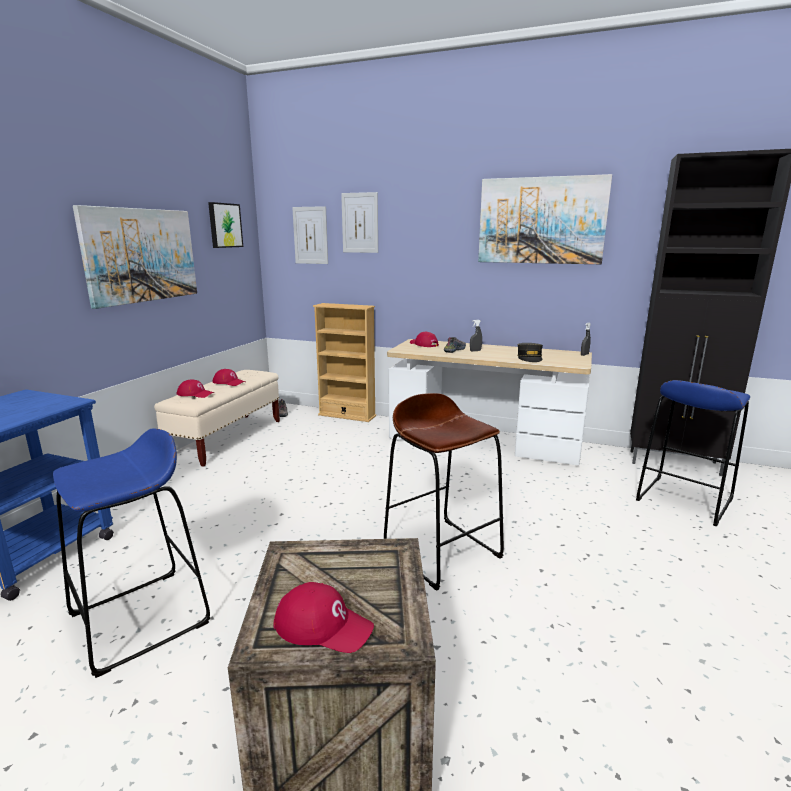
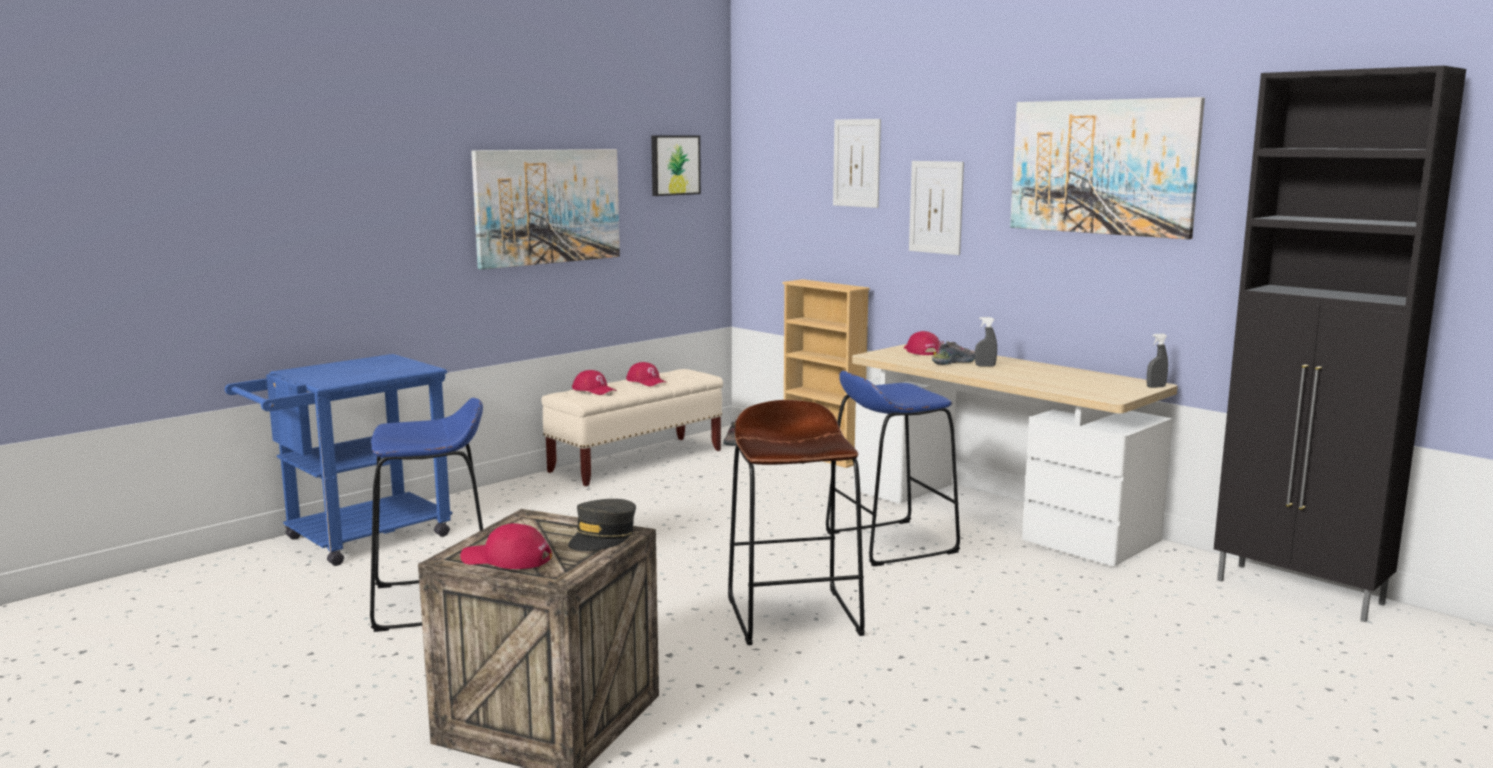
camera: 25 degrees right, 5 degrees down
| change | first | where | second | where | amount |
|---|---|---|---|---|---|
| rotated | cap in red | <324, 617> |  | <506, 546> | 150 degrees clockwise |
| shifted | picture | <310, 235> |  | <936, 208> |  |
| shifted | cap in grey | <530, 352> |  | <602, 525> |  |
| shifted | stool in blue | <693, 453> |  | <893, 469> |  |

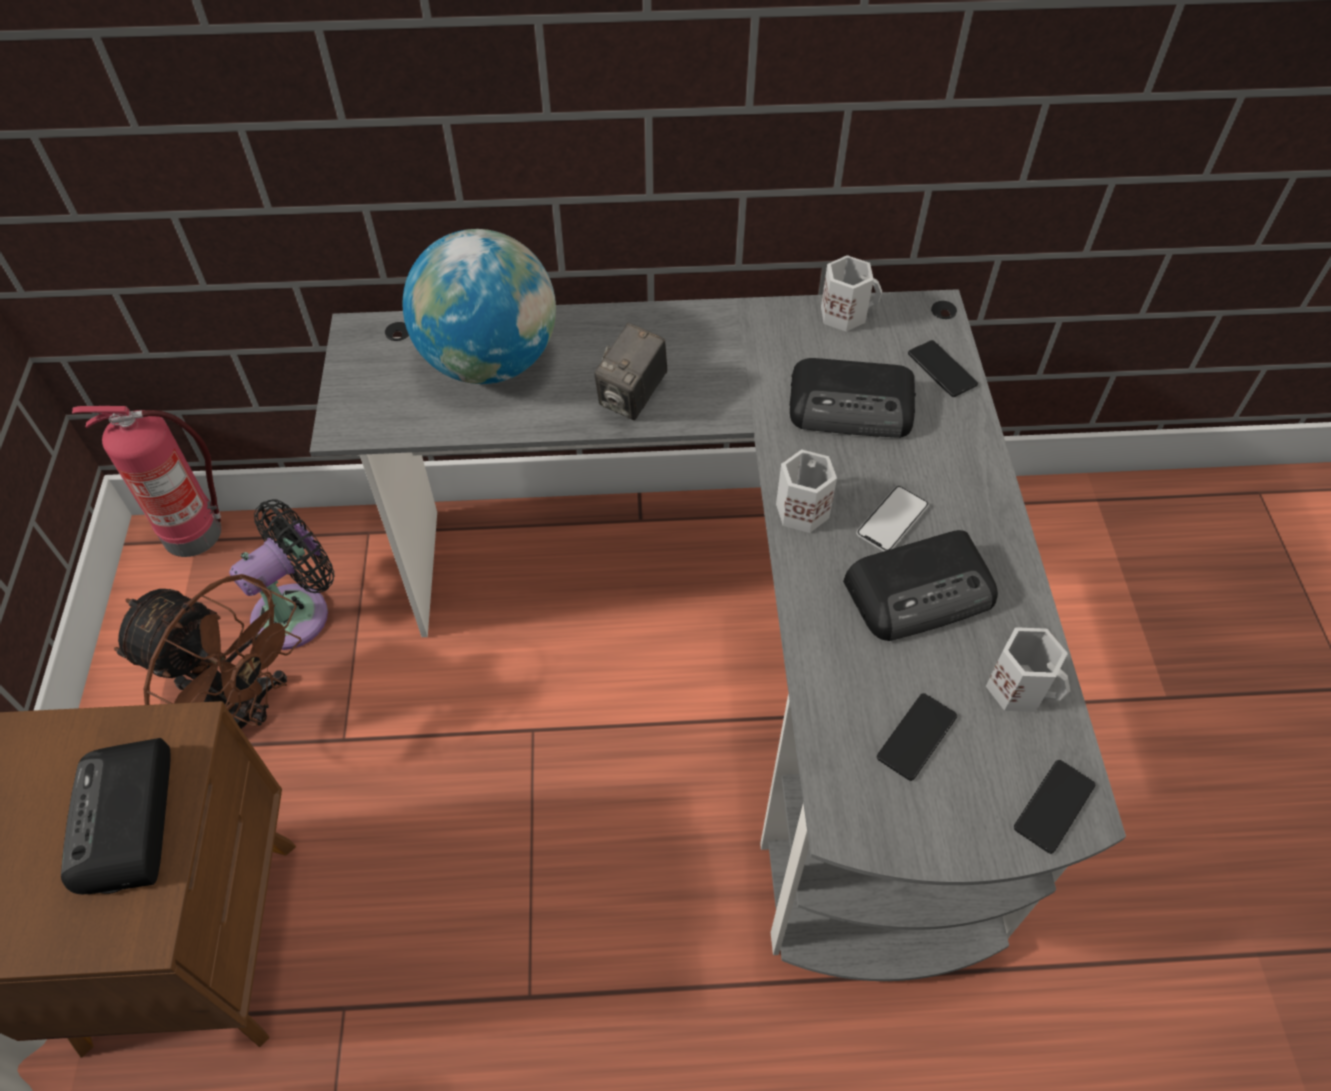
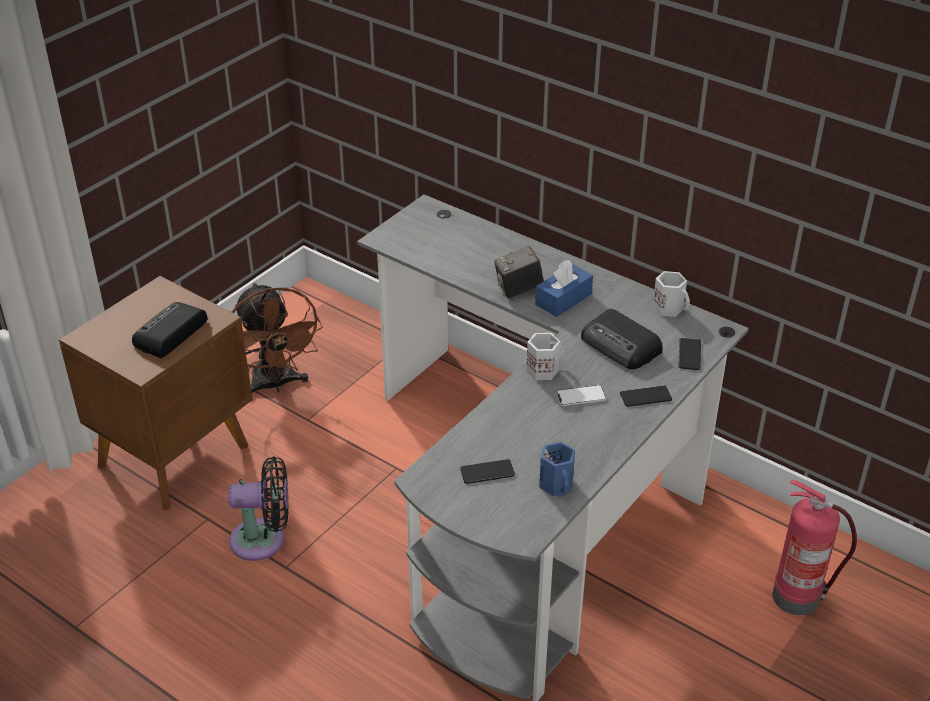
camera: 40 degrees right, 15 degrees down
| change | first | where | second | where | amount |
|---|---|---|---|---|---|
| shifted | fire extinguisher | <146, 481> |  | <814, 547> |  |
| shifted | fan in black | <281, 575> |  | <258, 508> |  |
| gone | globe | <479, 306> |  |  |  |
| gone | radio | <920, 585> |  |  |  |
| repainted | mug in white | <1028, 669> | mug in blue | <557, 469> |  |
| shifted | phone | <1054, 807> |  | <646, 396> |  |
| new |  |  | tissue box in blue | <564, 288> |  |

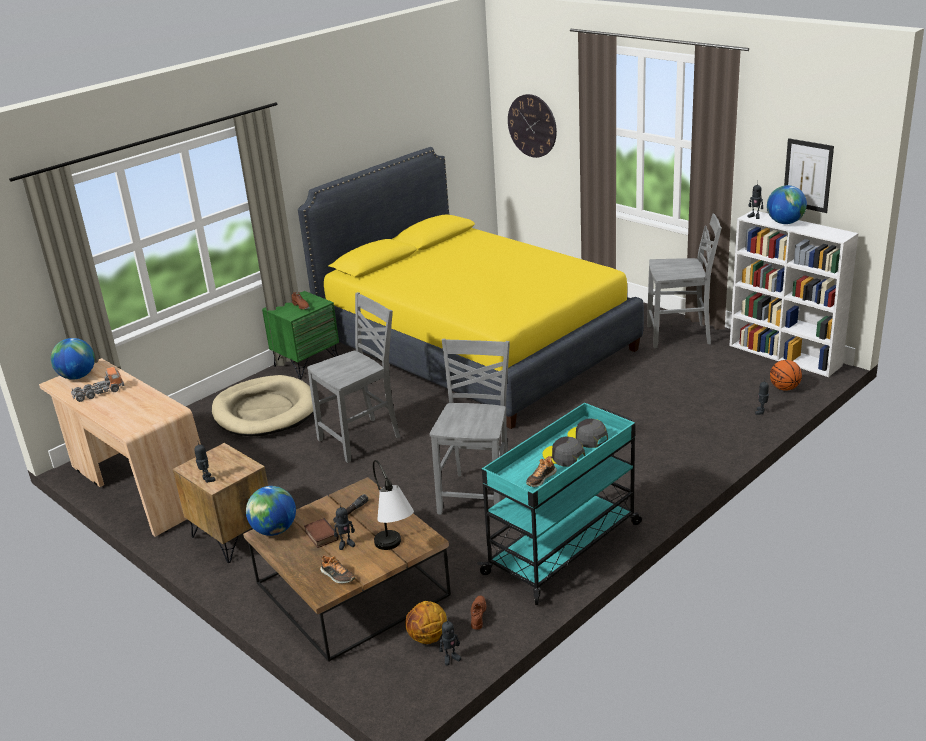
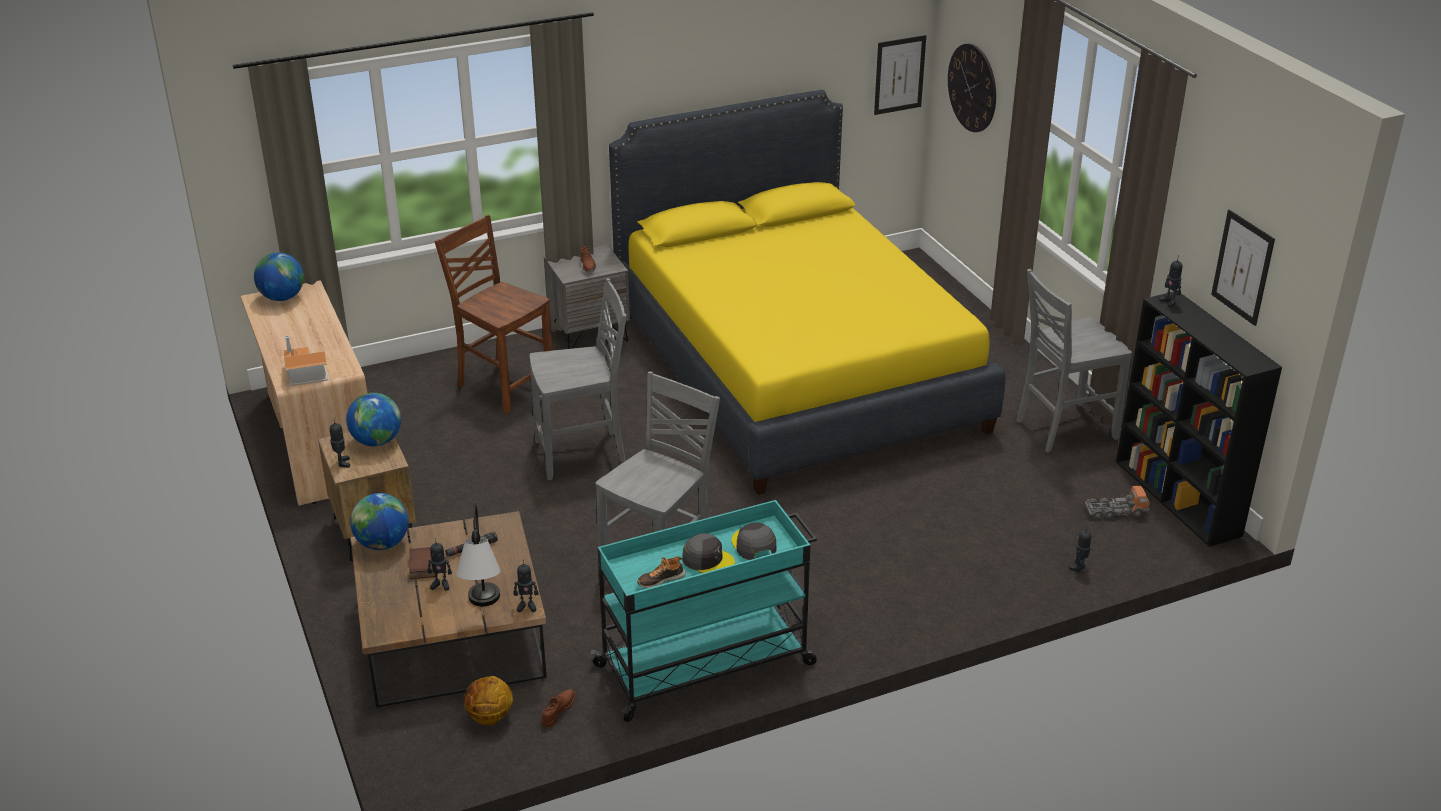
camera: 20 degrees right, 5 degrees up
| change | first | where | second | where | amount |
|---|---|---|---|---|---|
| shifted | toy truck | <97, 384> |  | <1117, 502> |  |
| swapped | dog bed in beige | <262, 405> | chair in brown | <493, 314> |  |
| repainted | nightstand in green | <300, 335> | nightstand in grey | <587, 296> |  |
| gone | shoe | <337, 569> |  |  |  |
| shifted | toy robot | <450, 643> |  | <526, 587> |  |
| rotated | cap in grey | <563, 452> |  | <708, 553> | 150 degrees clockwise |
| rotated | chair in grey | <684, 281> |  | <1074, 360> | 135 degrees clockwise |
| repainted | bookcase in white | <794, 293> | bookcase in black | <1199, 419> |  |
| shifted | globe | <787, 204> |  | <373, 419> |  |
| gone | basketball | <786, 375> |  |  |  |
| new |  |  | toy house | <306, 360> |  |
| new |  |  | picture | <900, 75> |  |

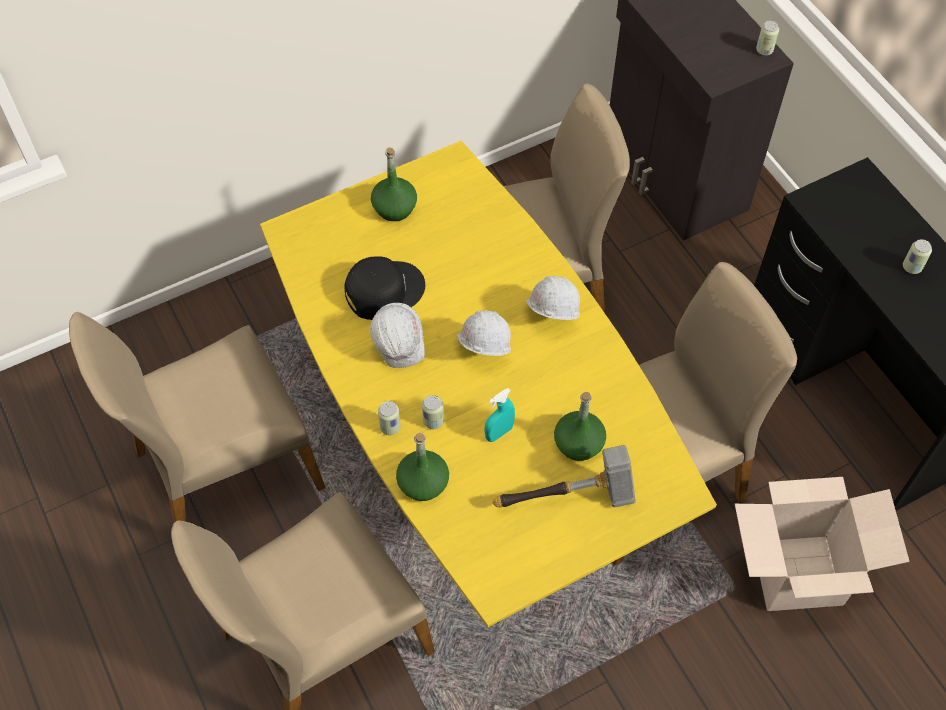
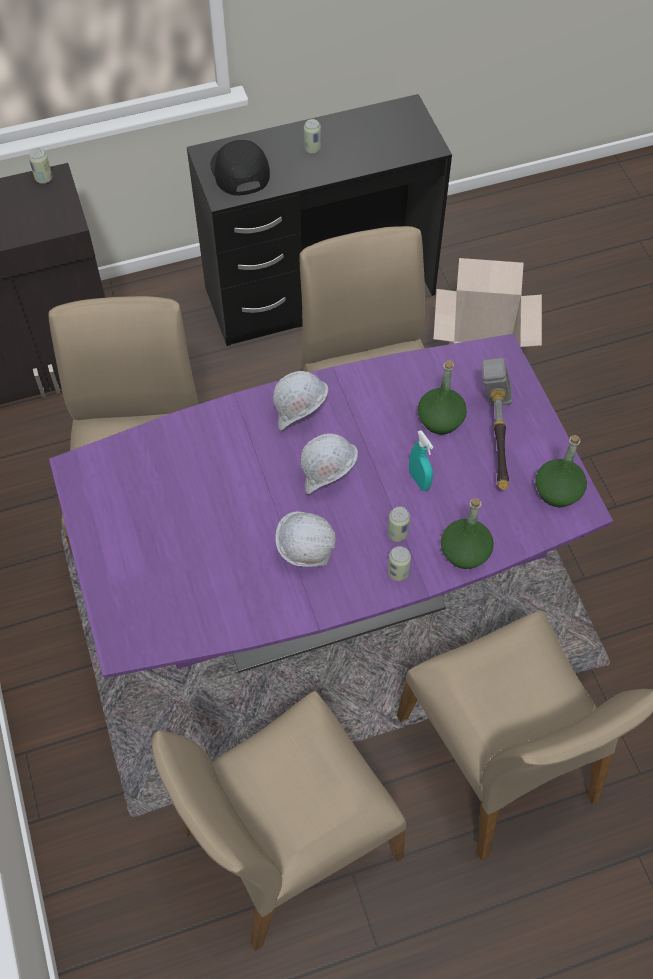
camera: 80 degrees left, 0 degrees up
| change | first | where | second | where | amount |
|---|---|---|---|---|---|
| rotated | chair in beige | <197, 417> |  | <279, 821> | 75 degrees clockwise |
| repainted | dining table in yellow | <488, 384> | dining table in purple | <331, 506> |  |
| shifted | cap in black | <384, 288> |  | <240, 167> |  |
| shifted | bottle in green | <394, 184> |  | <561, 471> |  |

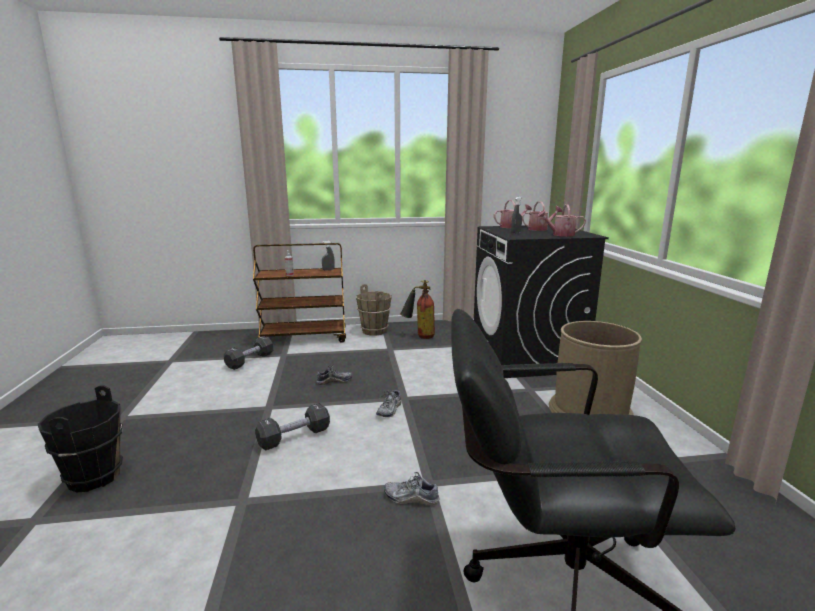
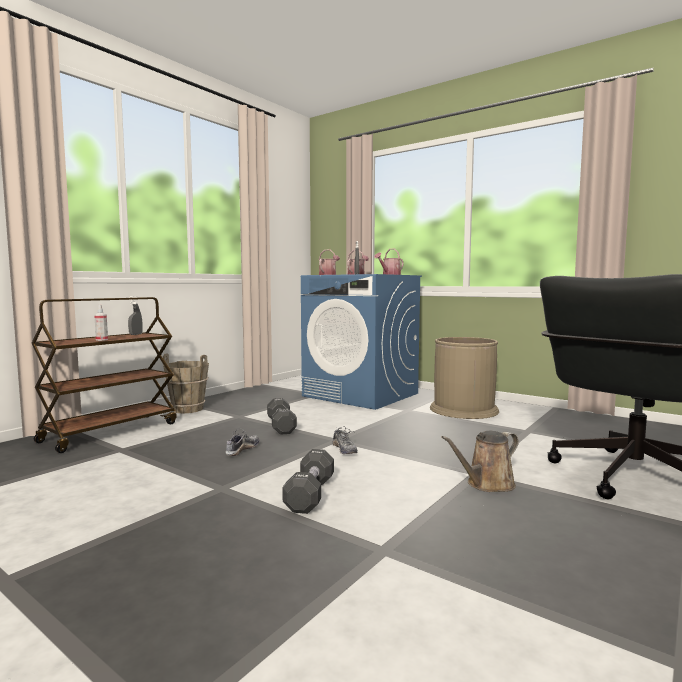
camera: 45 degrees left, 10 degrees down
| change | first | where | second | where | amount |
|---|---|---|---|---|---|
| gone | bucket in black | <80, 438> |  |  |  |
| shifted | dumbbell in black | <248, 353> |  | <282, 416> |  |
| swapped | shoe | <411, 489> | watering can in brown | <480, 461> |  |
| gone | fire extinguisher | <417, 309> |  |  |  |
| repainted | washing machine in black | <541, 301> | washing machine in blue | <361, 342> |  |

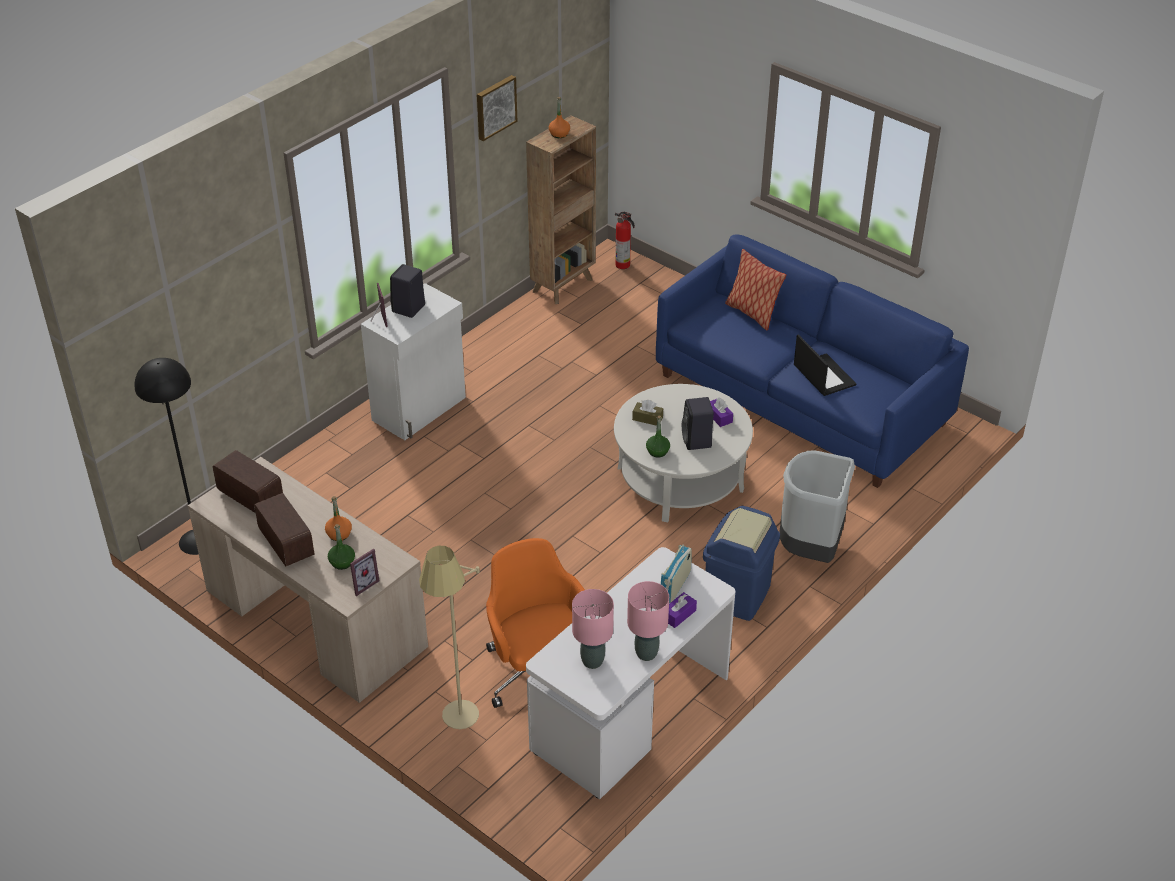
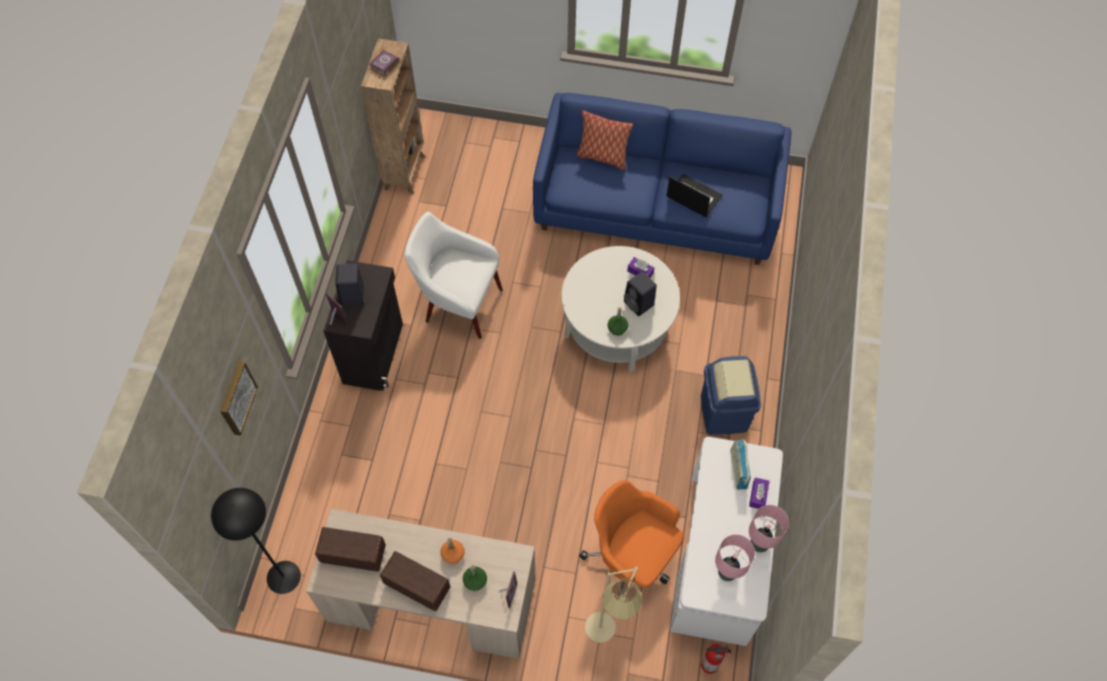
camera: 30 degrees left, 20 degrees up
| change | first | where | second | where | amount |
|---|---|---|---|---|---|
| repainted | cabinet in white | <413, 361> | cabinet in black | <363, 325> |  |
| shifted | picture | <497, 108> |  | <239, 398> |  |
| swapped | bottle in orange | <559, 117> | book | <384, 63> |  |
| shifted | fire extinguisher | <625, 240> |  | <716, 659> |  |
| gone | tissue box in brown | <647, 413> |  |  |  |
| gone | trash can in grey | <817, 506> |  |  |  |
| new |  |  | armchair in white | <453, 275> |  |

